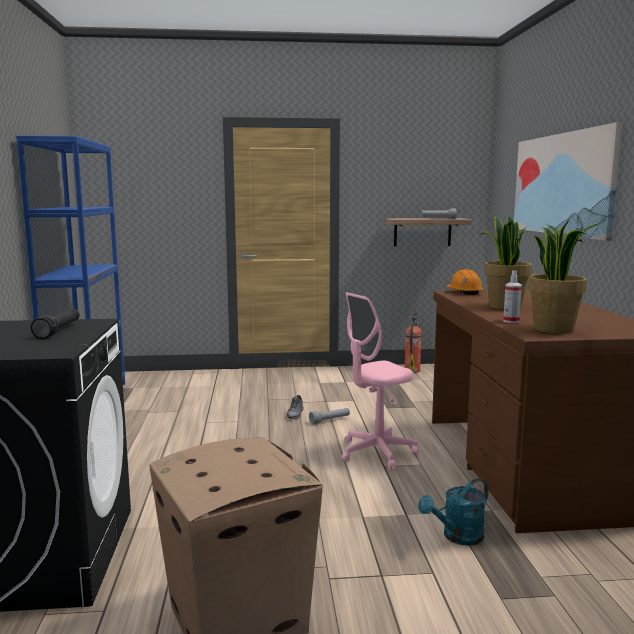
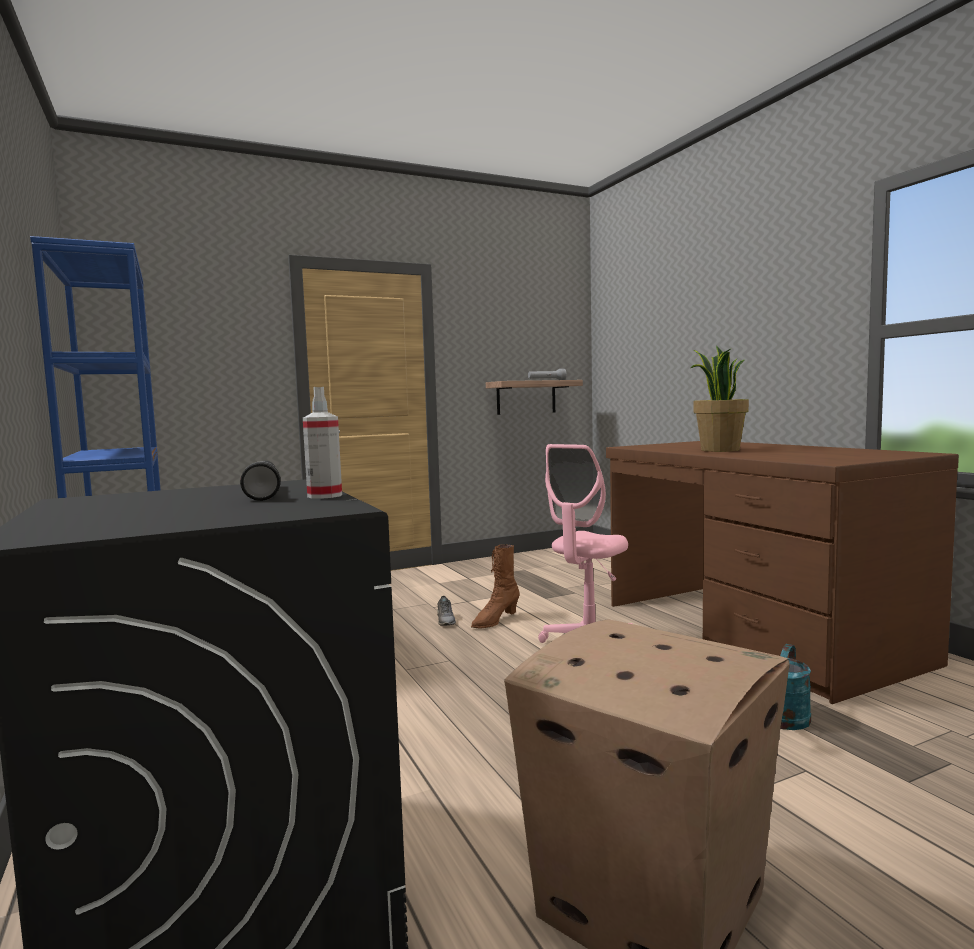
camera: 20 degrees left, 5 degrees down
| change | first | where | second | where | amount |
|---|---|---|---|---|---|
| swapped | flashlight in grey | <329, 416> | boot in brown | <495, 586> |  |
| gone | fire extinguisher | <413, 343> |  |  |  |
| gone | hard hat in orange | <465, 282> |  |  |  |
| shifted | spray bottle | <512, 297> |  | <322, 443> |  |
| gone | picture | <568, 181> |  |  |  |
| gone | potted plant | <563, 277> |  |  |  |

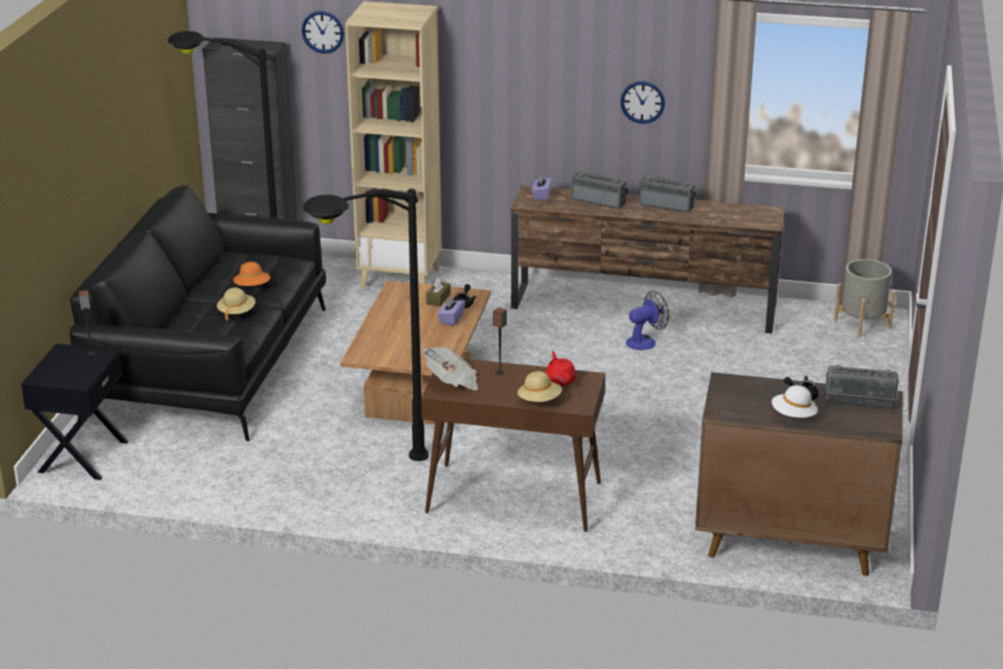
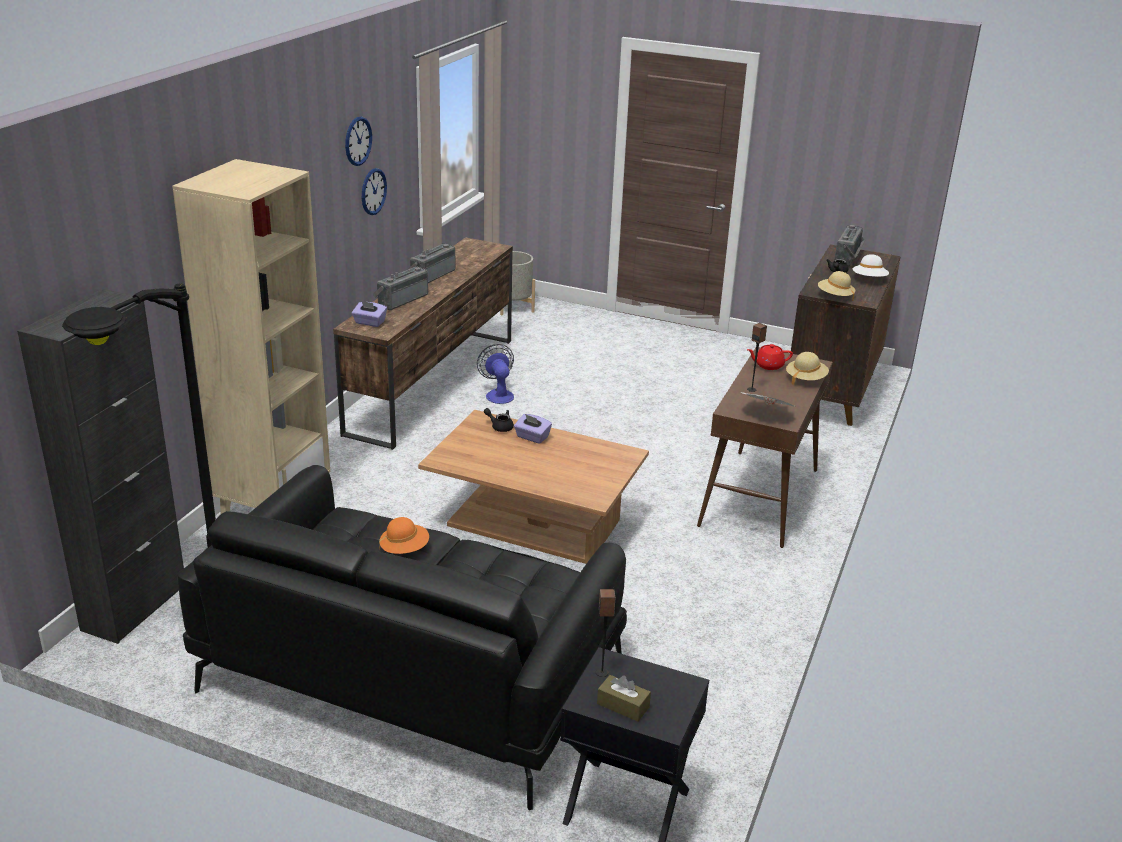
camera: 80 degrees left, 0 degrees up
| change | first | where | second | where | amount |
|---|---|---|---|---|---|
| shifted | hat in beige | <236, 304> |  | <836, 286> |  |
| shifted | wall clock | <323, 32> |  | <358, 141> |  |
| gone | floor lamp in black | <366, 325> |  |  |  |
| shifted | tissue box in brown | <438, 292> |  | <624, 698> |  |

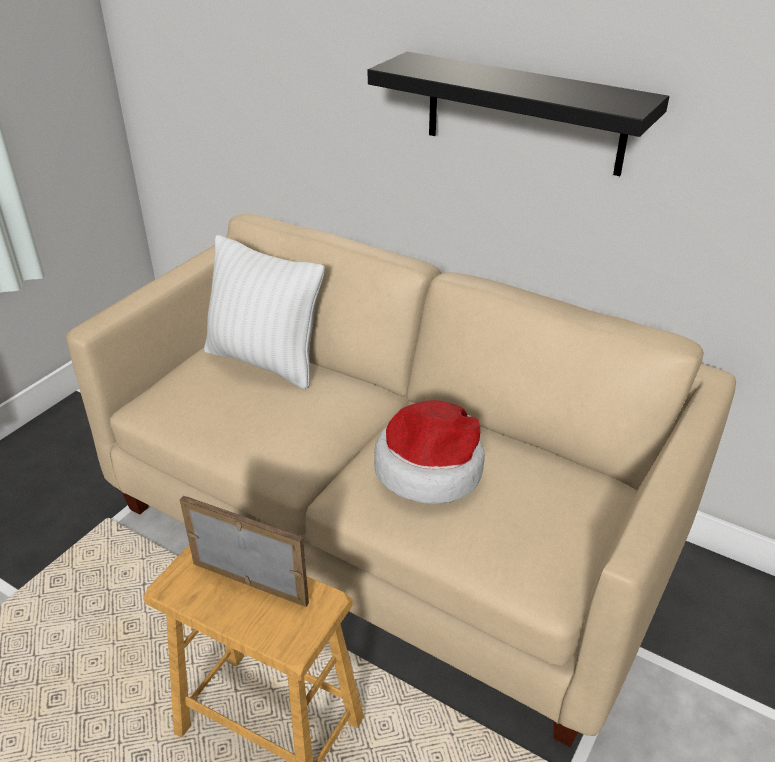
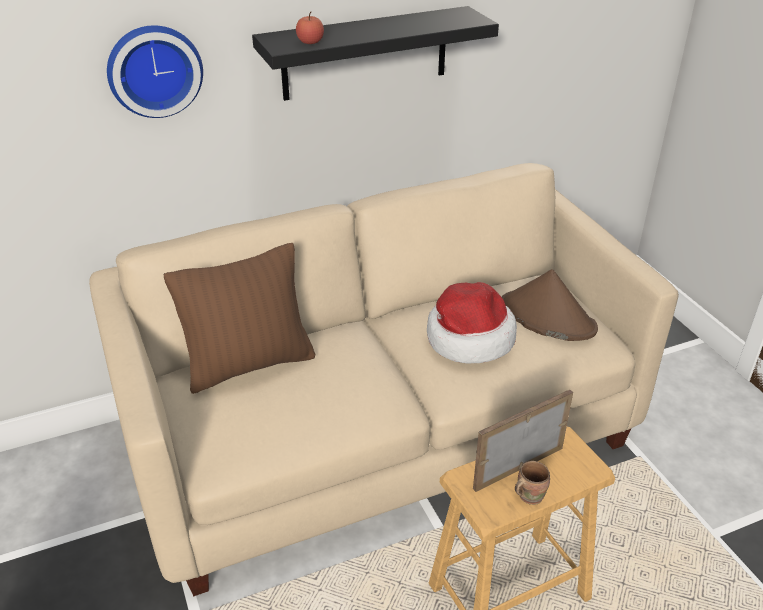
camera: 55 degrees left, 0 degrees up
| change | first | where | second | where | amount |
|---|---|---|---|---|---|
| repainted | pillow in white | <264, 312> | pillow in brown | <239, 318> |  |
| new |  |  | wall clock | <155, 72> |  |
| new |  |  | apple | <310, 28> |  |
| new |  |  | hat in brown | <550, 305> |  |
| new |  |  | mug in brown | <532, 483> |  |

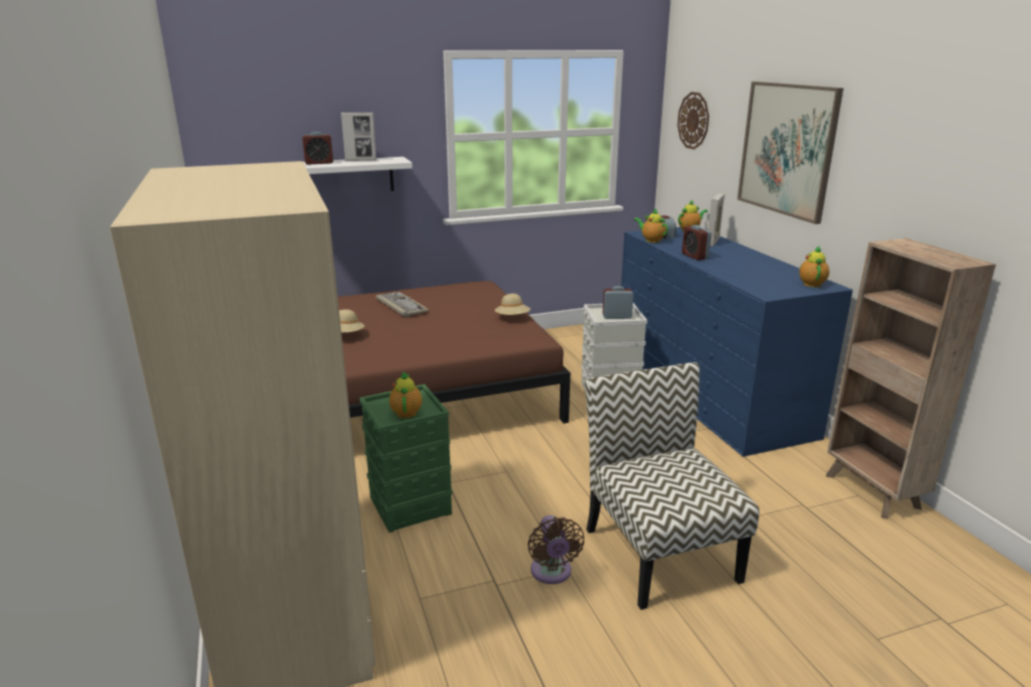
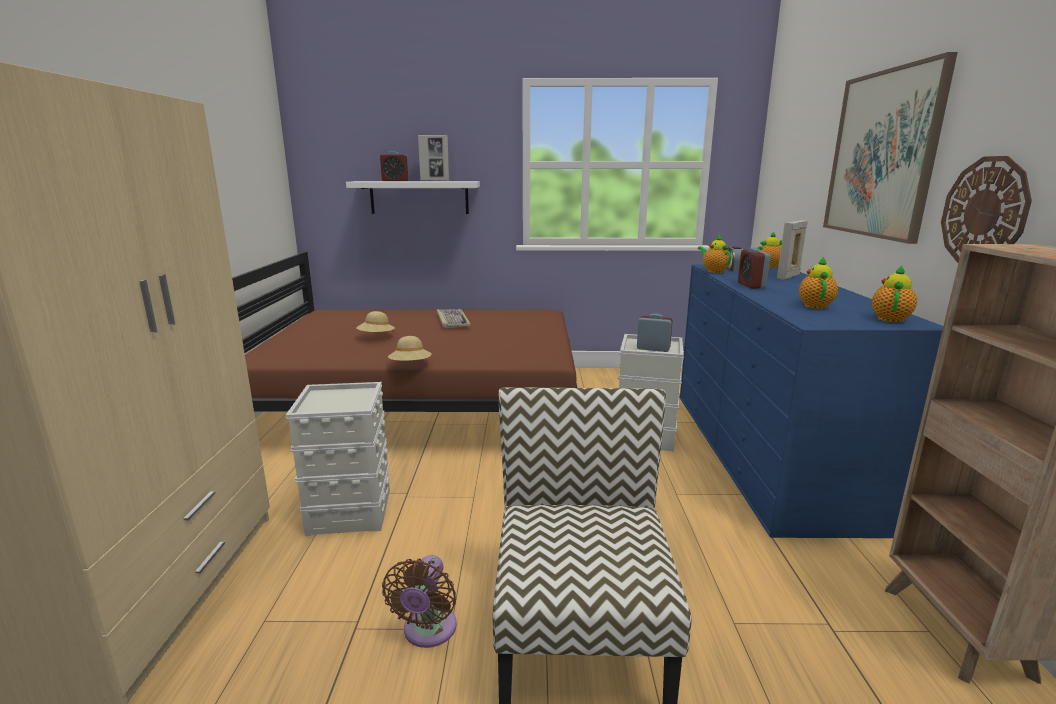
camera: 20 degrees right, 5 degrees down
| change | first | where | second | where | amount |
|---|---|---|---|---|---|
| repainted | storage box in green | <406, 458> | storage box in grey | <338, 459> |  |
| shifted | teapot | <405, 395> |  | <818, 282> |  |
| shifted | hat in beige | <513, 304> |  | <410, 348> |  |
| shifted | wall clock | <693, 120> |  | <986, 209> |  |

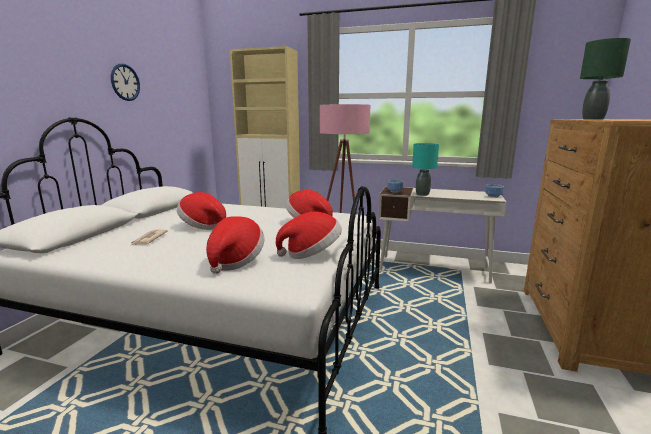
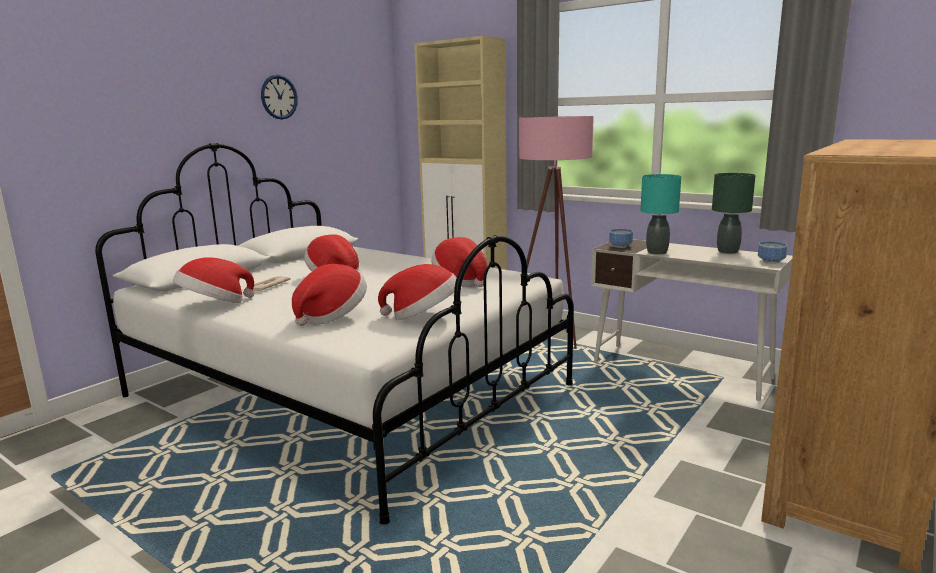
camera: 20 degrees right, 0 degrees up
| change | first | where | second | where | amount |
|---|---|---|---|---|---|
| shifted | table lamp in green | <605, 78> |  | <733, 213> |  |
| new |  |  | hat | <214, 280> |  |

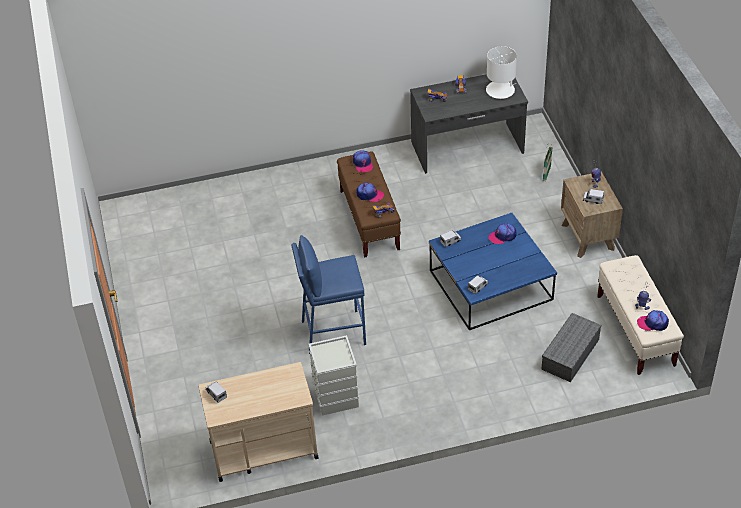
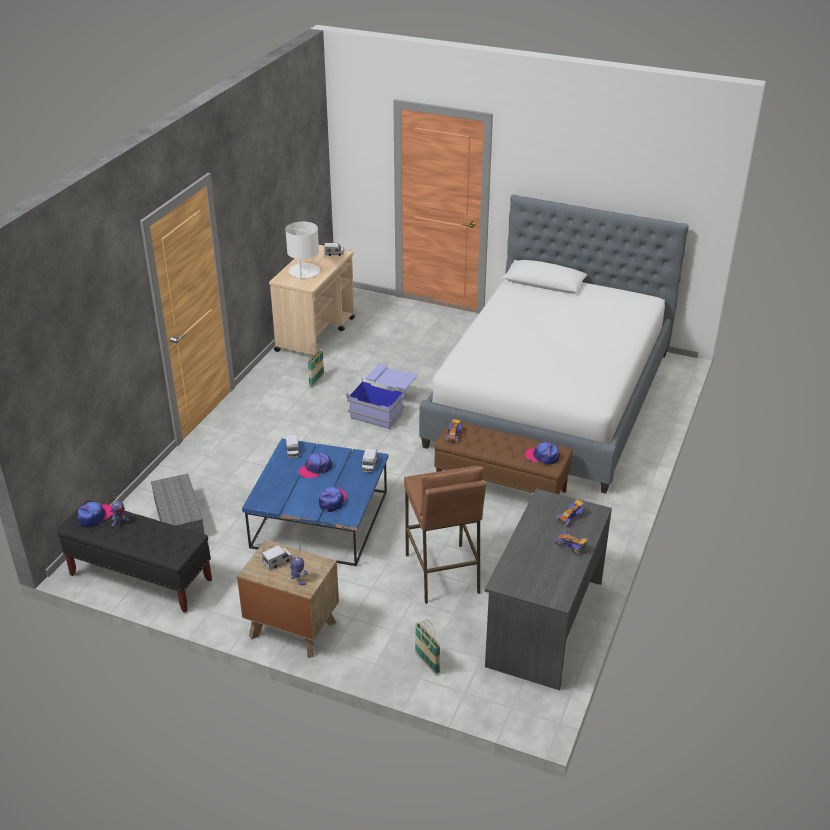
camera: 125 degrees right, 10 degrees down
| change | first | where | second | where | amount |
|---|---|---|---|---|---|
| swapped | stool in blue | <328, 294> | storage box in blue | <382, 396> |  |
| swapped | storage box in grey | <334, 375> | basket | <316, 365> |  |
| shifted | cap | <370, 192> |  | <315, 465> |  |
| shifted | table lamp in white | <501, 72> |  | <302, 250> |  |
| repainted | bench in beige | <640, 315> | bench in black | <134, 556> |  |
| new |  |  | stool in brown | <445, 535> |  |
| new |  |  | bed | <554, 344> |  |

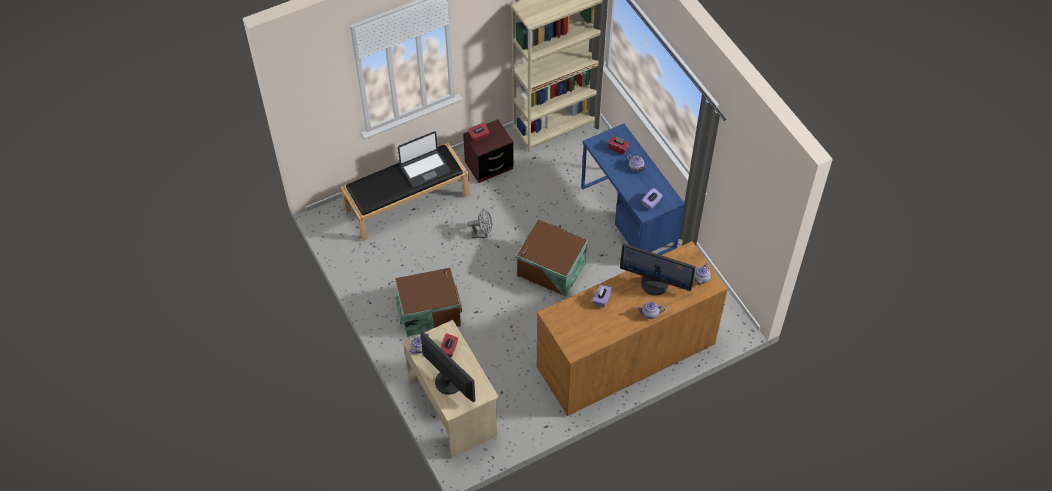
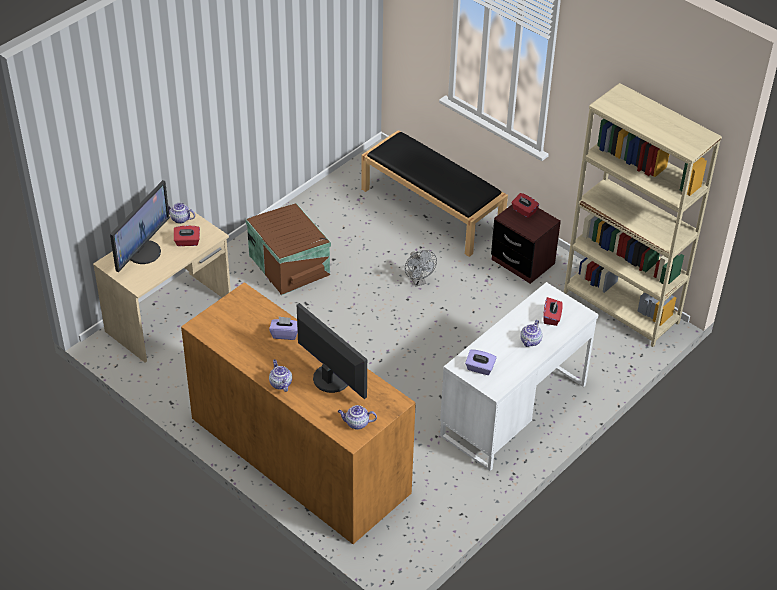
camera: 70 degrees right, 10 degrees down
| change | first | where | second | where | amount |
|---|---|---|---|---|---|
| gone | laptop | <424, 159> |  |  |  |
| gone | storage box in brown | <552, 258> |  |  |  |
| repainted | desk in blue | <633, 189> | desk in white | <519, 376> |  |
| rotated | monitor | <658, 269> |  | <332, 351> | 135 degrees clockwise |

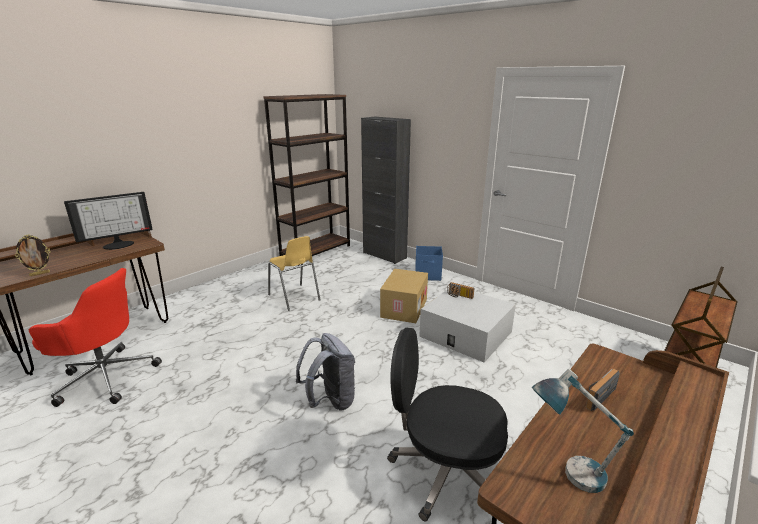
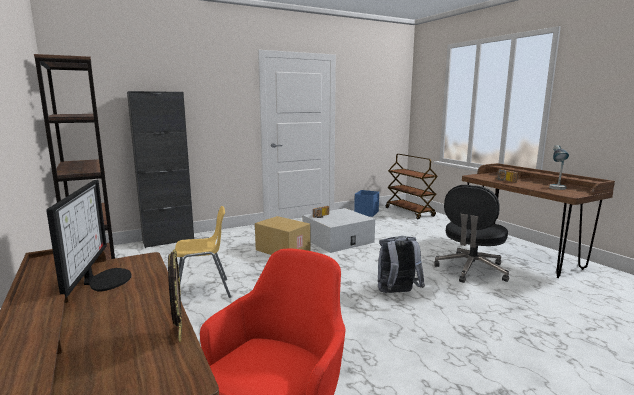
camera: 70 degrees left, 10 degrees down
| change | first | where | second | where | amount |
|---|---|---|---|---|---|
| shifted | storage box in blue | <429, 263> |  | <366, 203> |  |

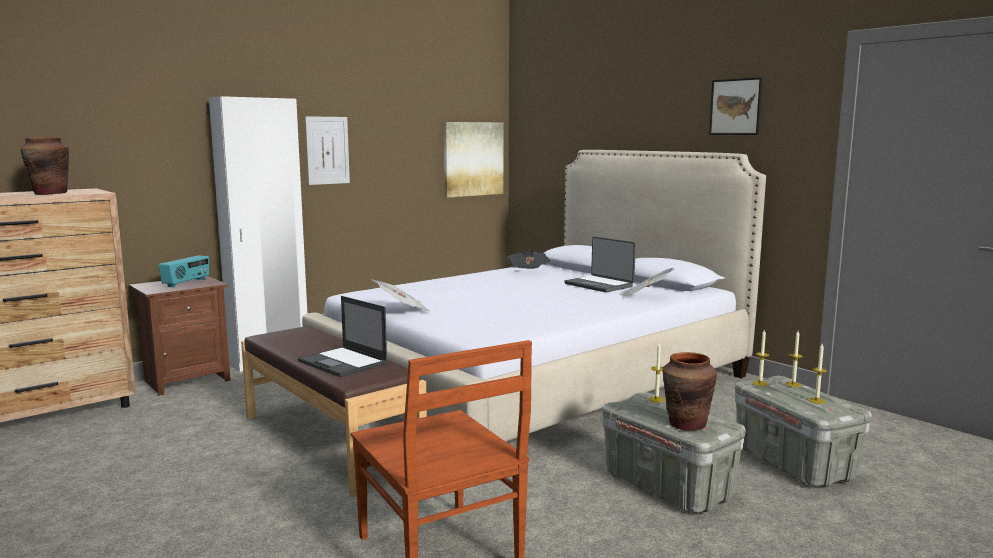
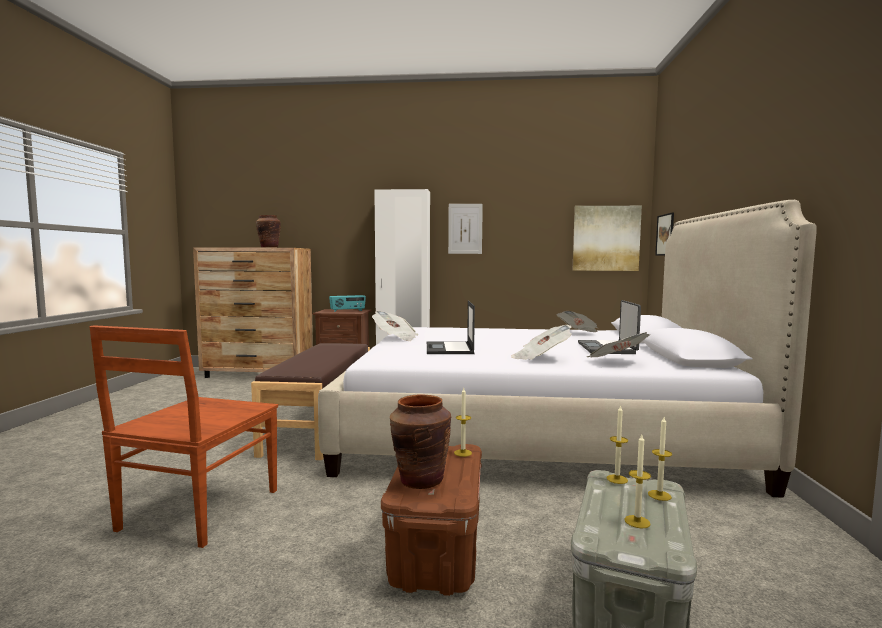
camera: 45 degrees right, 5 degrees down
| change | first | where | second | where | amount |
|---|---|---|---|---|---|
| shifted | laptop | <343, 336> |  | <451, 327> |  |
| repainted | storage box in grey | <674, 452> | storage box in brown | <431, 520> |  |
| shifted | picture | <735, 106> |  | <664, 234> |  |
| new |  |  | newspaper | <541, 342> |  |

